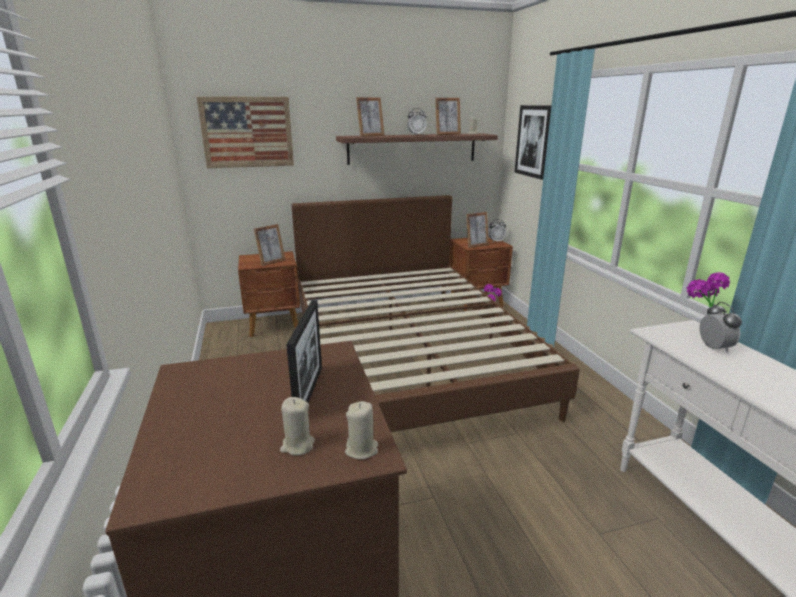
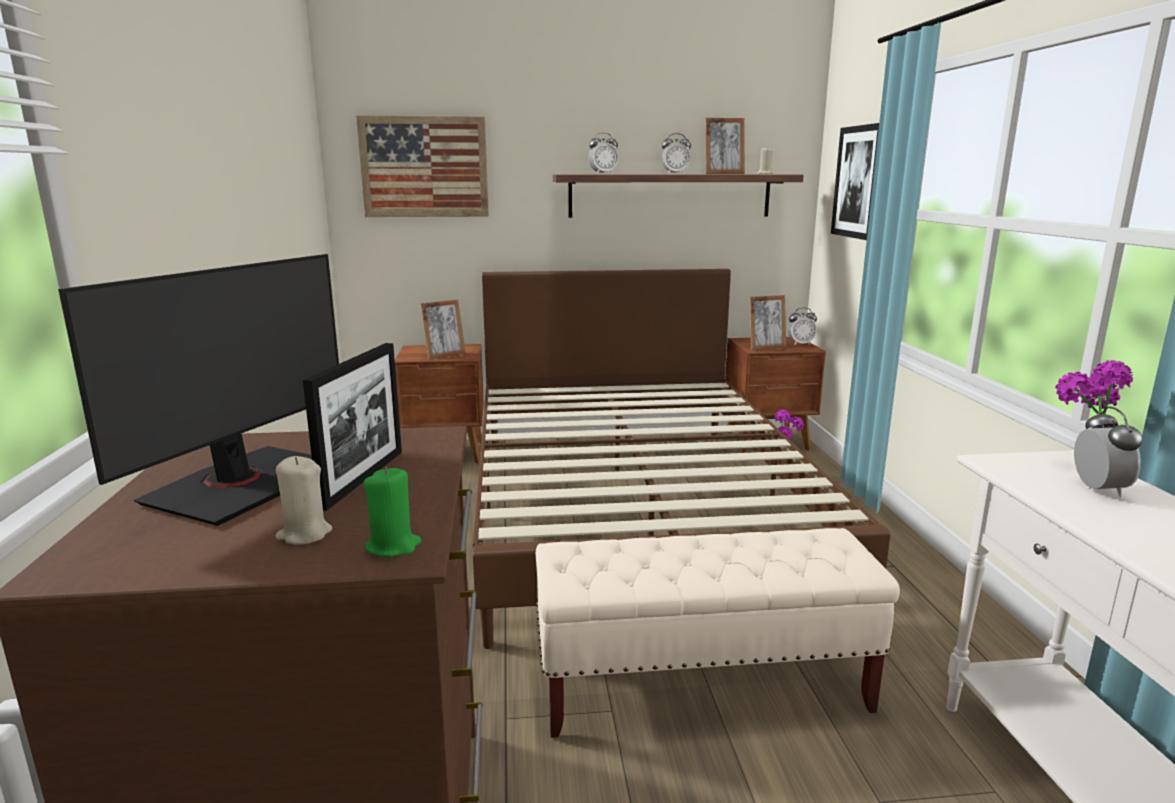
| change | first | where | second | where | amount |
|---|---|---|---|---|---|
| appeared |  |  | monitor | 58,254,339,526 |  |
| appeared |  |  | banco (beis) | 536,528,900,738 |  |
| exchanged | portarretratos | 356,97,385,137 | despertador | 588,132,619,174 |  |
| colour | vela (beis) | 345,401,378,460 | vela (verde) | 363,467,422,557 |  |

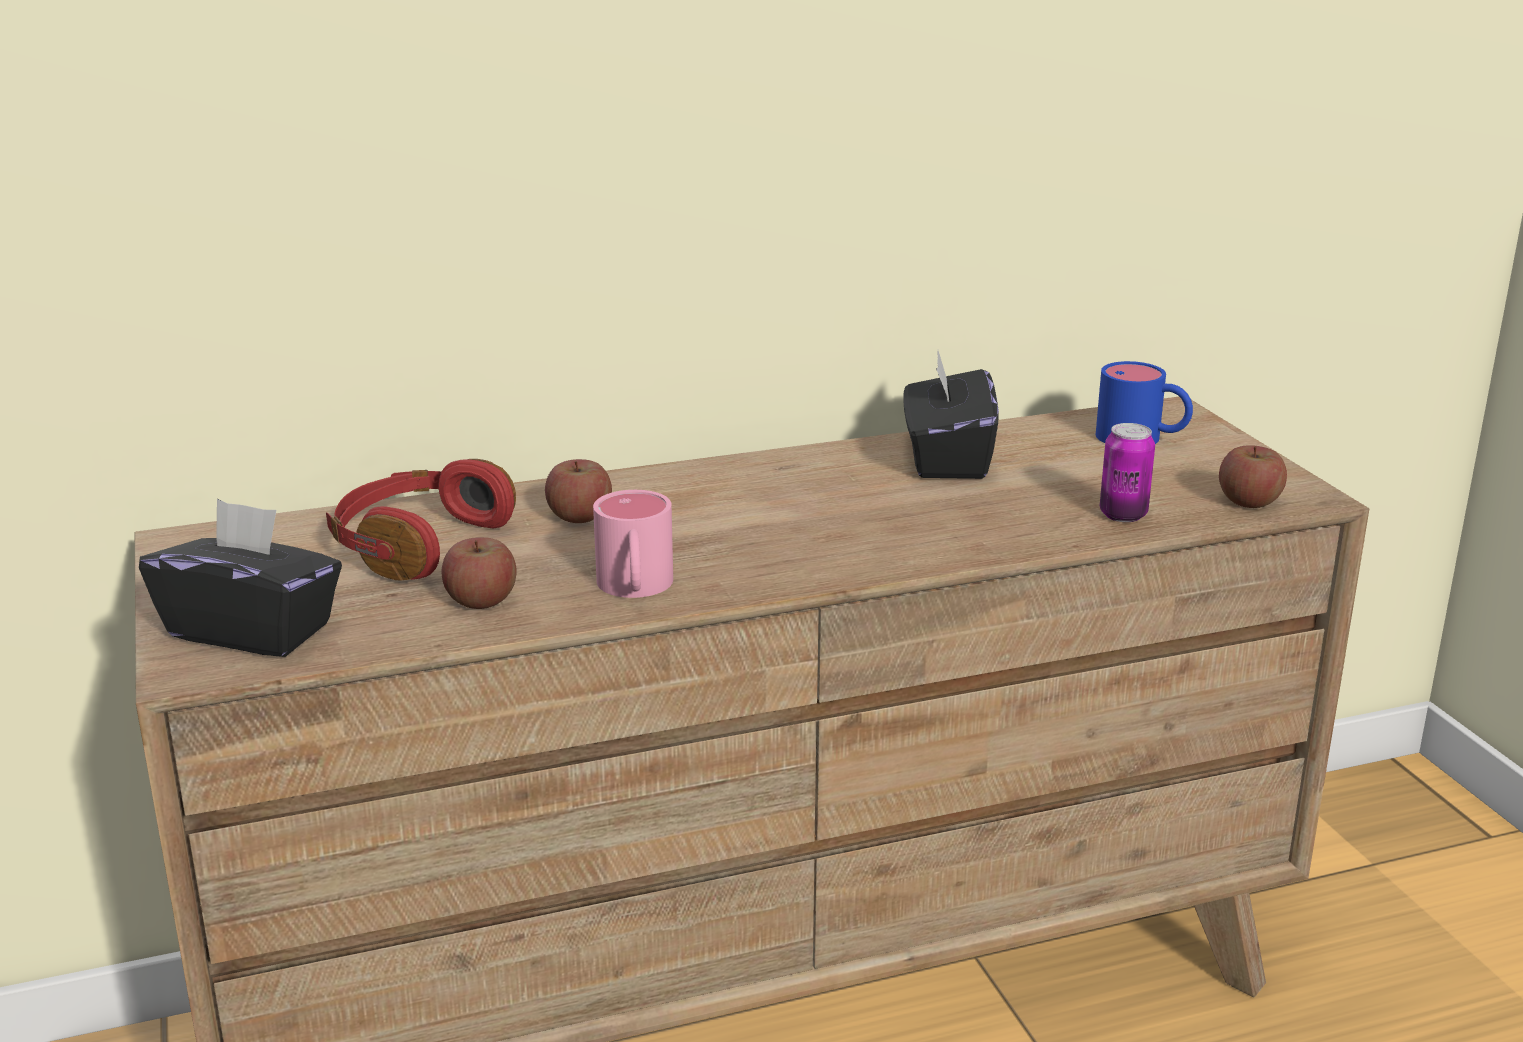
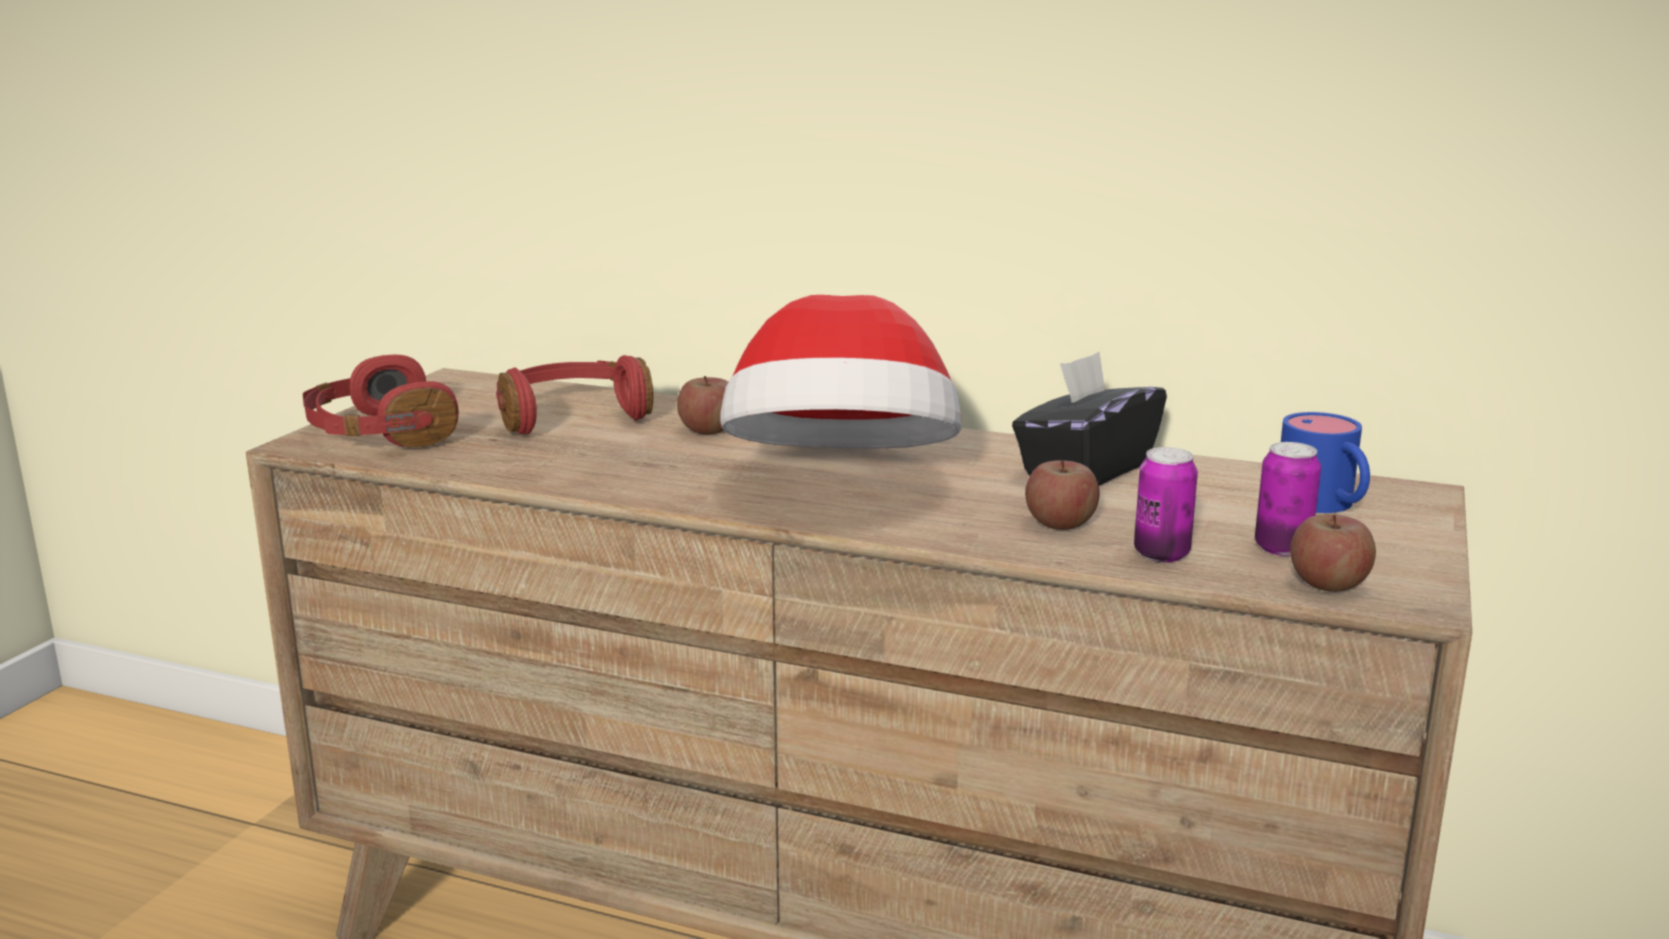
| change | first | where | second | where | amount |
|---|---|---|---|---|---|
| missing | taza grande (rosa) | 593,490,673,598 |  |  |  |
| appeared |  |  | sombrero | 721,295,962,449 |  |
| appeared |  |  | lata | 1255,442,1321,556 |  |
| relocated | manzana | 441,537,517,609 |  | 1025,460,1100,530 |  |
| exchanged | caja de pañuelos (negro) | 139,499,342,657 | auriculares (rojo) | 303,355,459,447 |  |

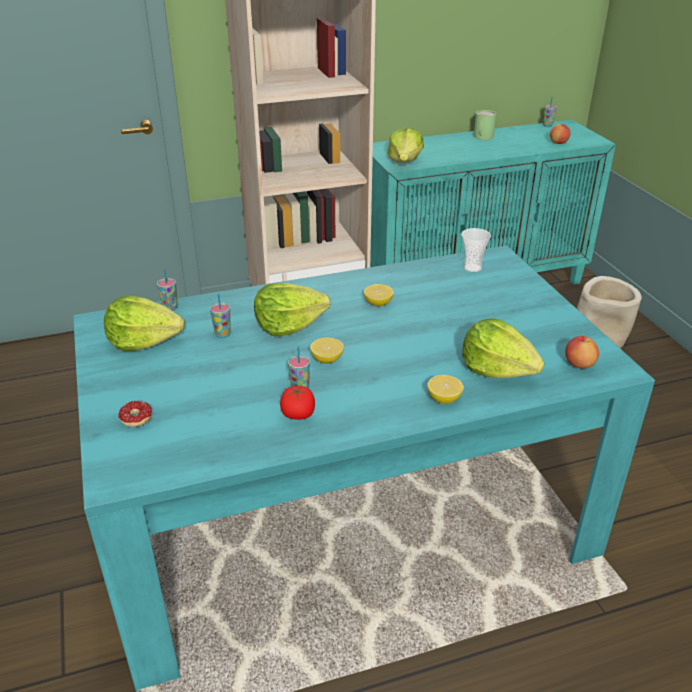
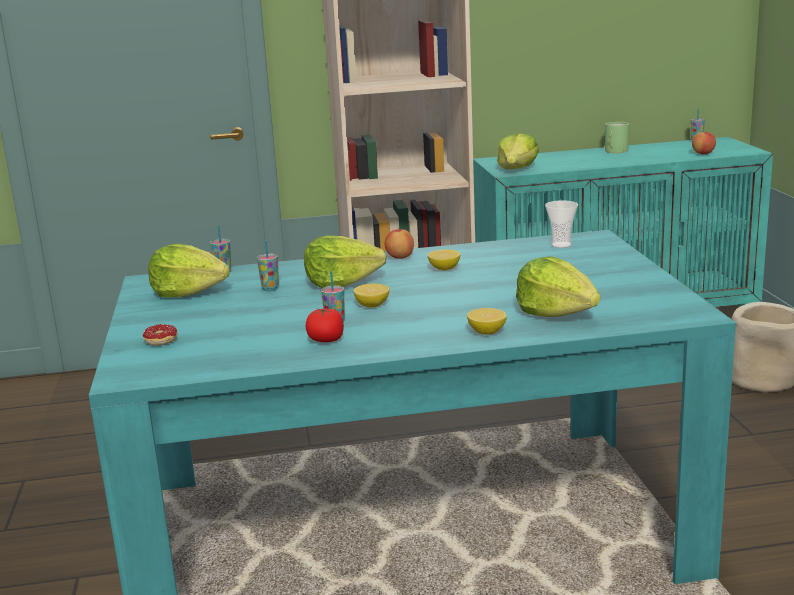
| change | first | where | second | where | amount |
|---|---|---|---|---|---|
| relocated | manzana | 565,336,599,369 |  | 385,229,414,259 |  |

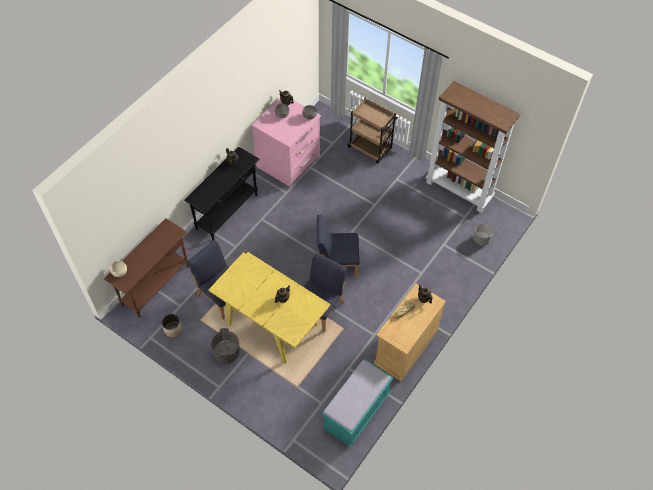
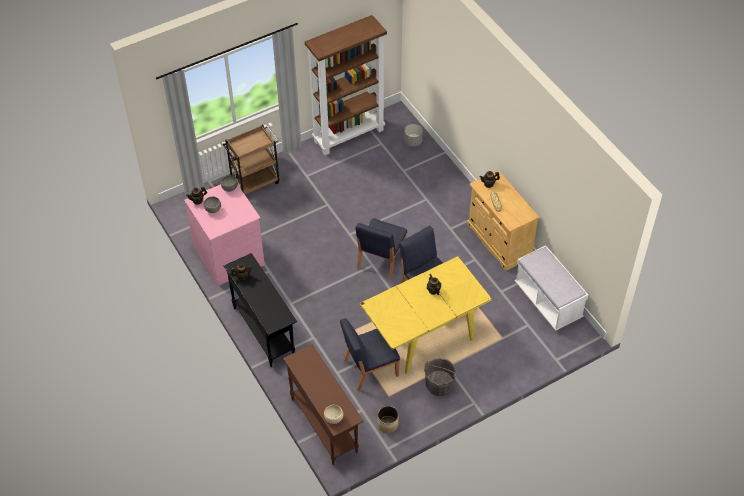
| change | first | where | second | where | amount |
|---|---|---|---|---|---|
| colour | banco (turquesa) | 322,359,393,447 | banco (blanco) | 515,245,588,331 |  |

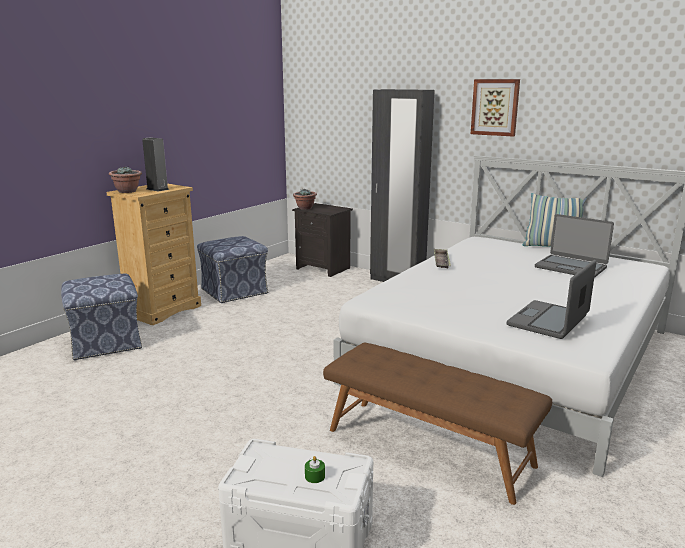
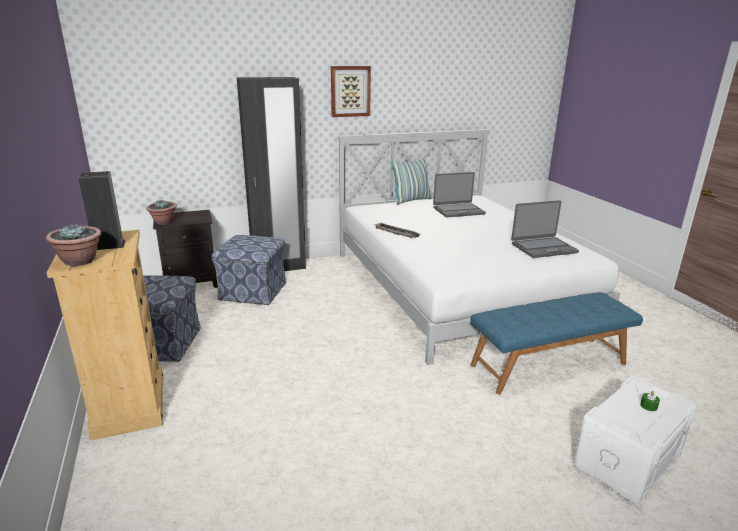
| change | first | where | second | where | amount |
|---|---|---|---|---|---|
| relocated | puf | 61,274,142,361 |  | 212,235,286,305 |  |
| colour | banco (marrón) | 323,342,552,505 | banco (azul) | 470,292,643,394 |  |
| spun | portátil | 507,260,596,339 |  | 511,200,579,258 | 90 degrees counterclockwise |

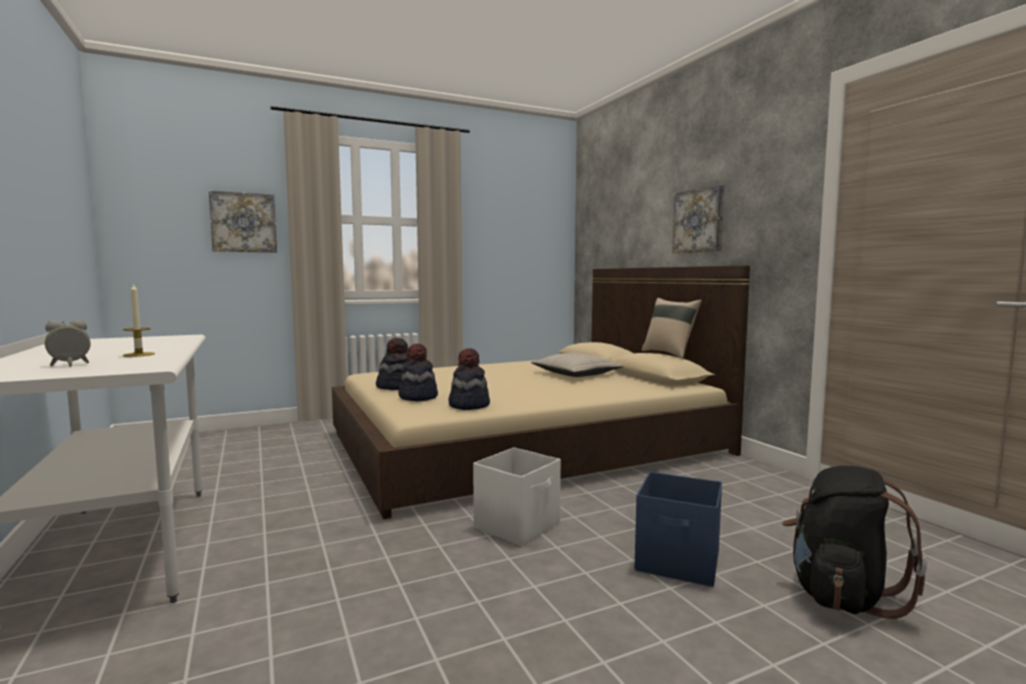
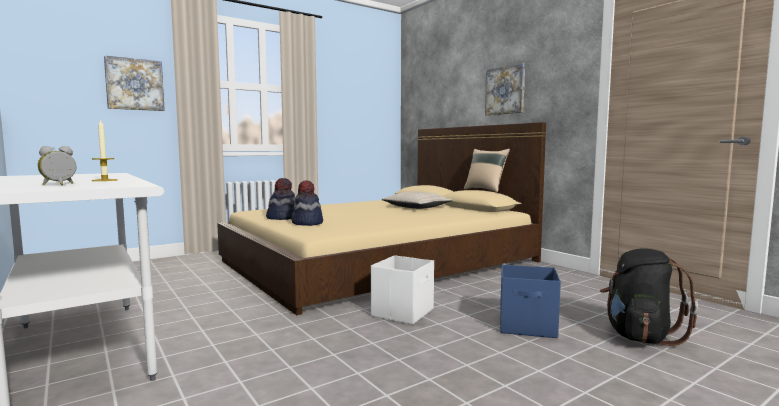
| change | first | where | second | where | amount |
|---|---|---|---|---|---|
| missing | sombrero | 448,348,490,410 |  |  |  |

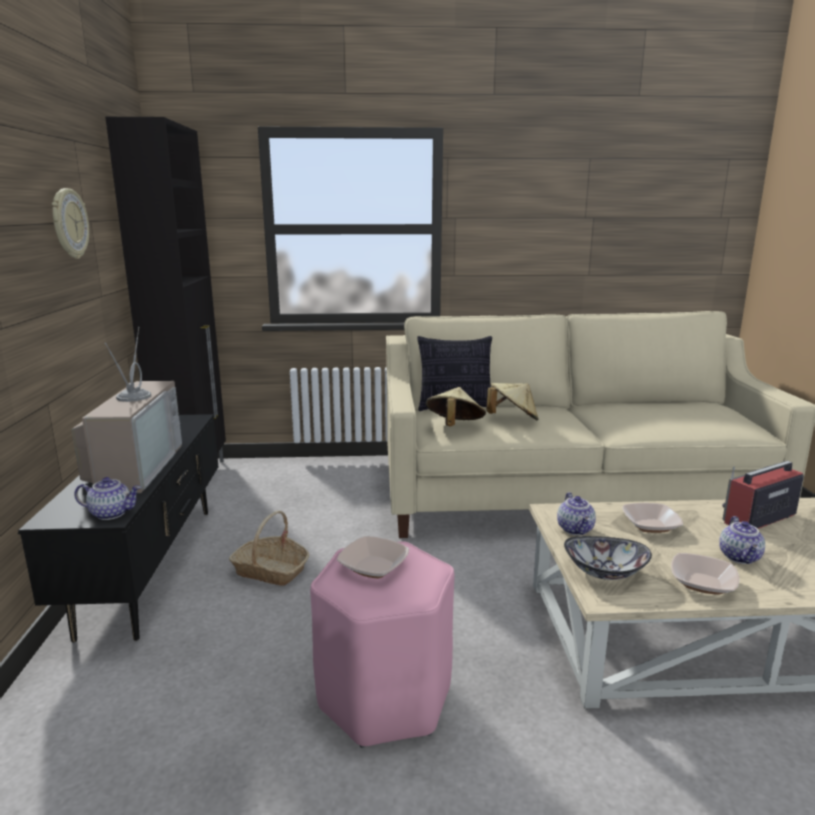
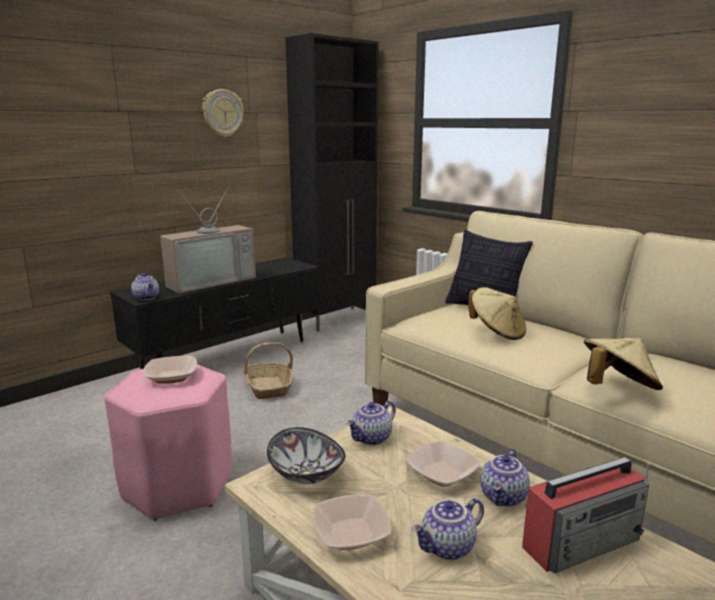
| change | first | where | second | where | amount |
|---|---|---|---|---|---|
| appeared |  |  | tetera | 480,448,530,507 |  |
| relocated | sombrero (beis) | 426,387,486,426 |  | 584,338,663,390 |  |
| spun | radio | 722,461,804,529 |  | 522,457,650,573 | 135 degrees clockwise |

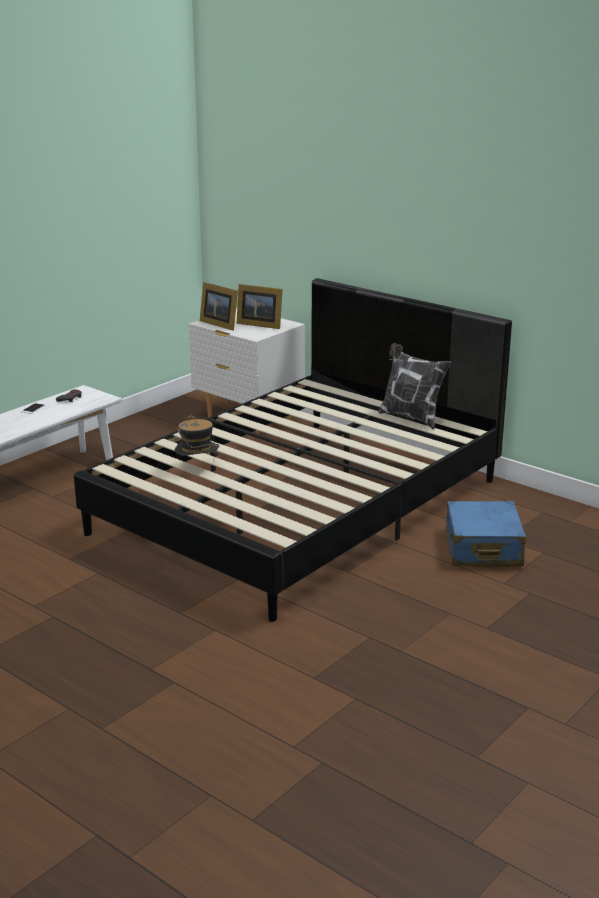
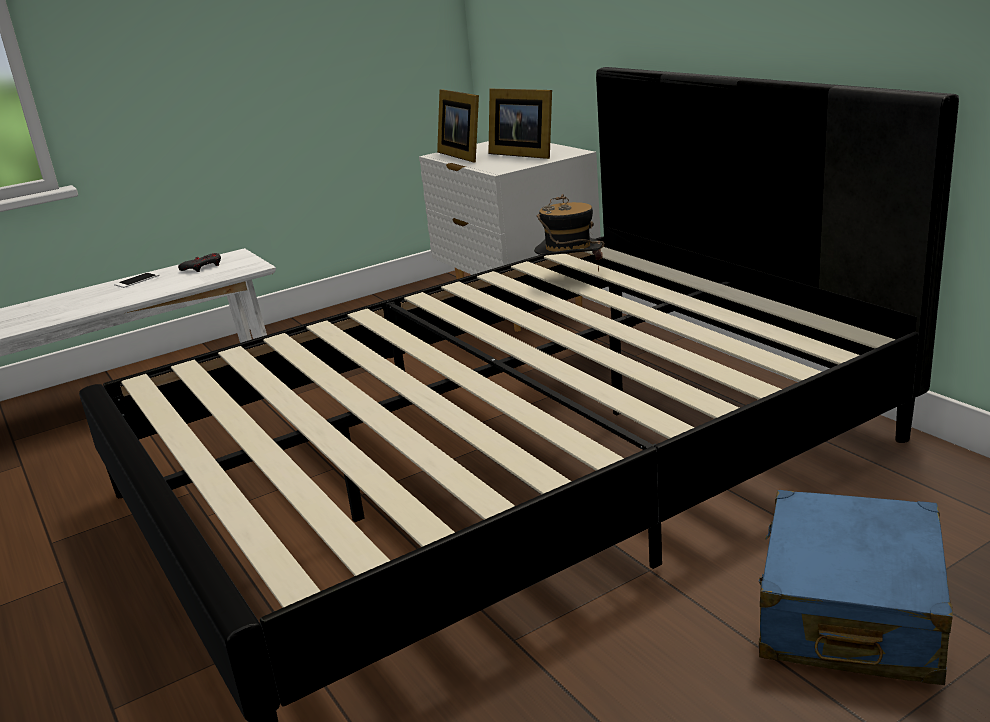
| change | first | where | second | where | amount |
|---|---|---|---|---|---|
| missing | cojín | 378,343,451,429 |  |  |  |
| relocated | sombrero | 175,414,220,456 |  | 534,194,605,272 |  |

